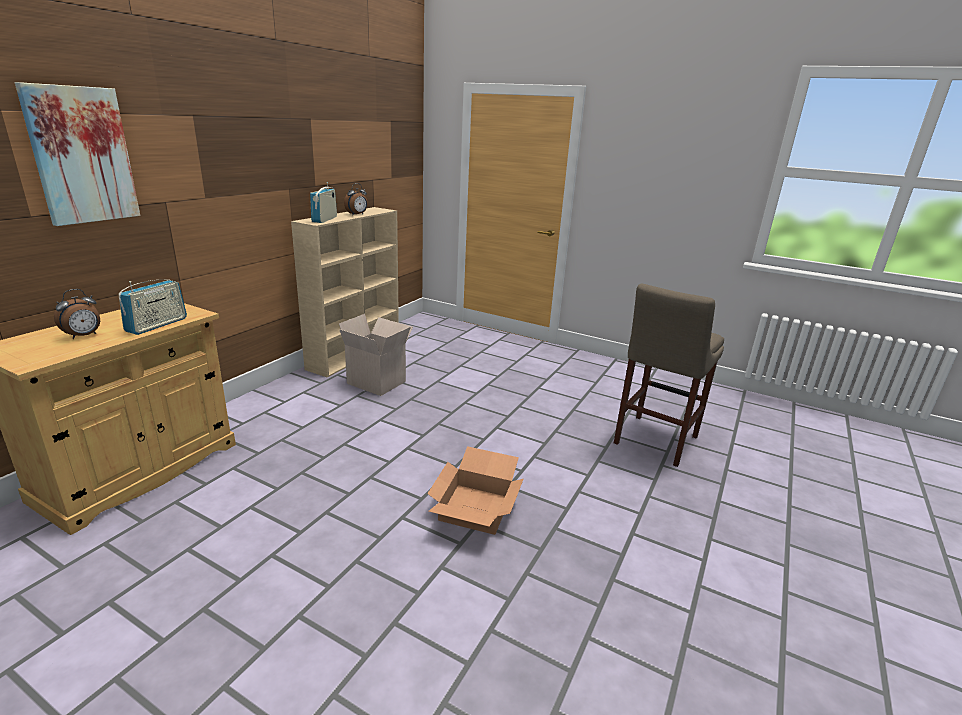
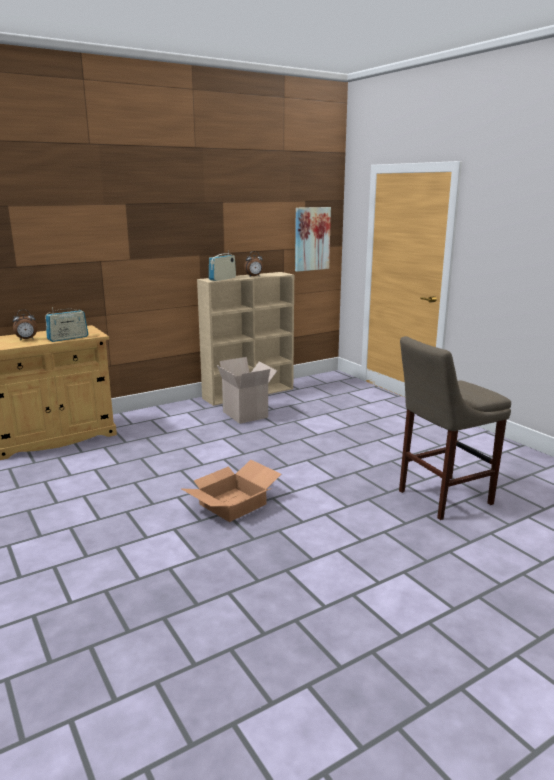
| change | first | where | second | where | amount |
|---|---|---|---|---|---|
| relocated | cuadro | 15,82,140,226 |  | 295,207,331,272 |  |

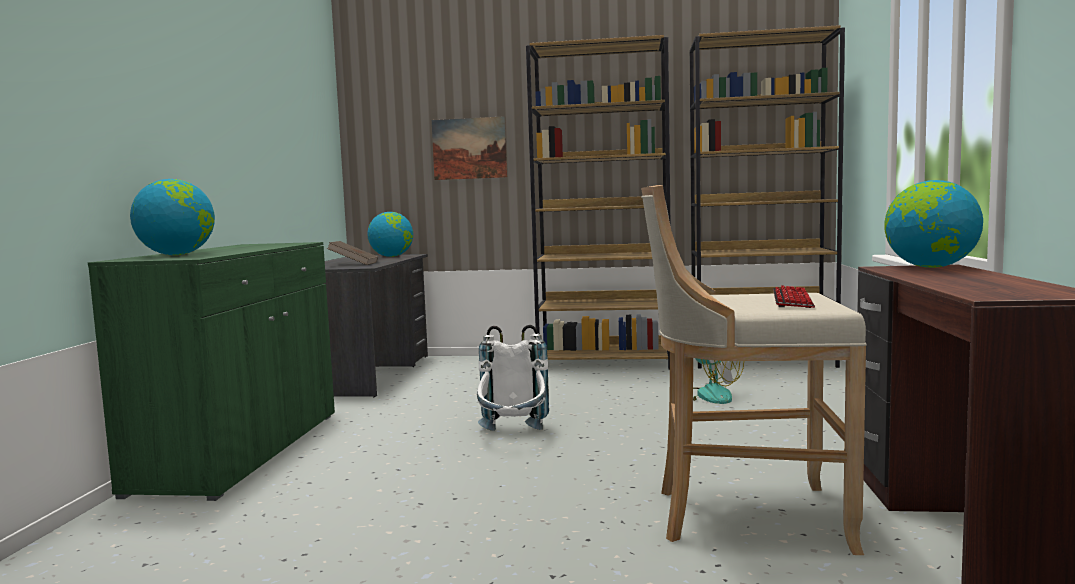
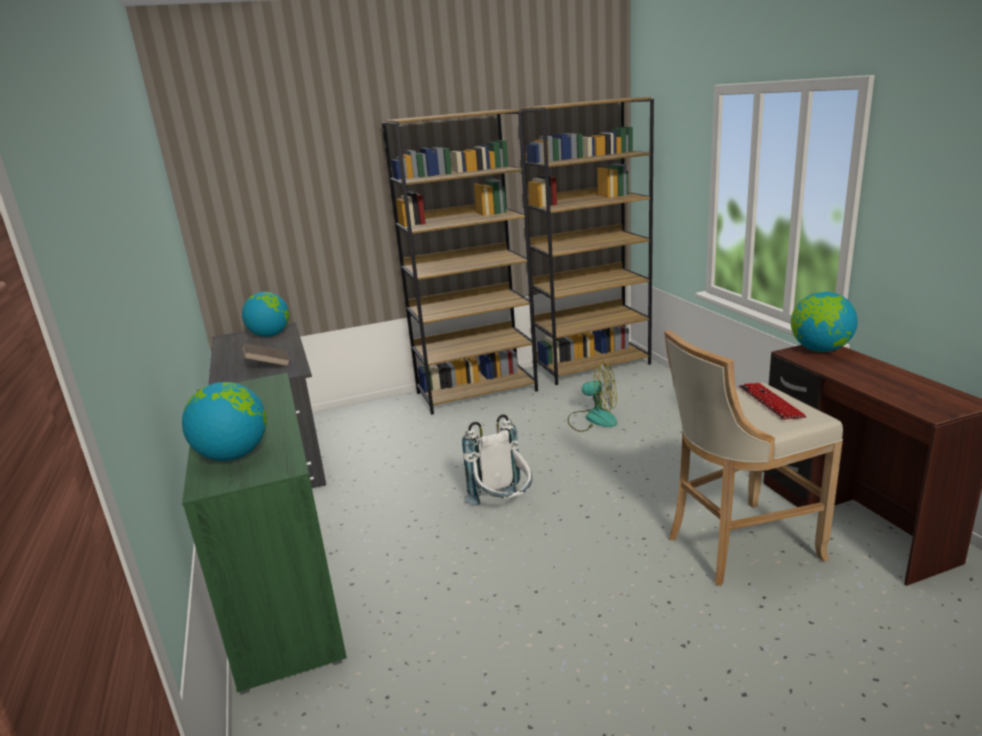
| change | first | where | second | where | amount |
|---|---|---|---|---|---|
| missing | cuadro | 432,116,507,180 |  |  |  |

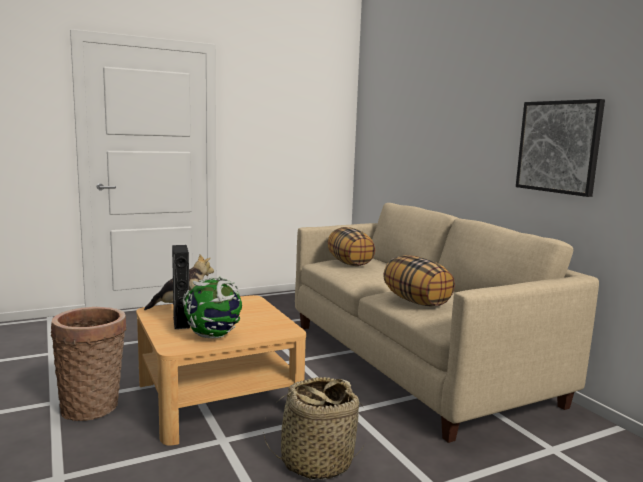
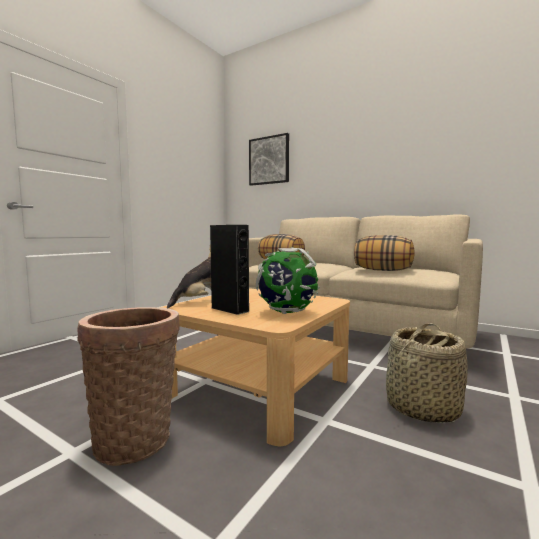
| change | first | where | second | where | amount |
|---|---|---|---|---|---|
| relocated | cuadro | 516,99,605,197 |  | 249,133,289,186 |  |

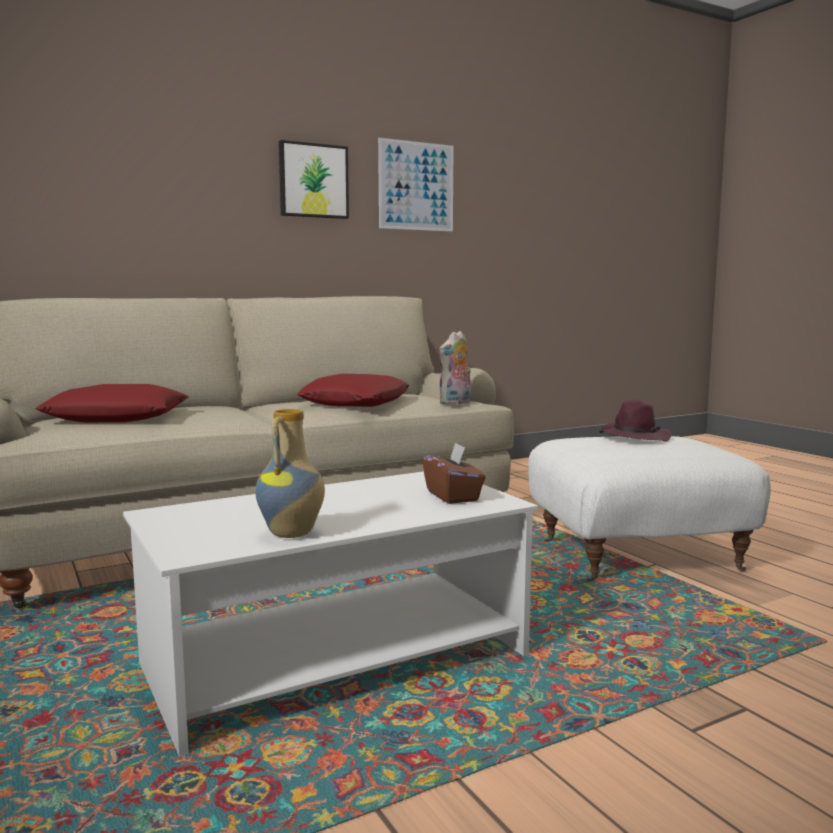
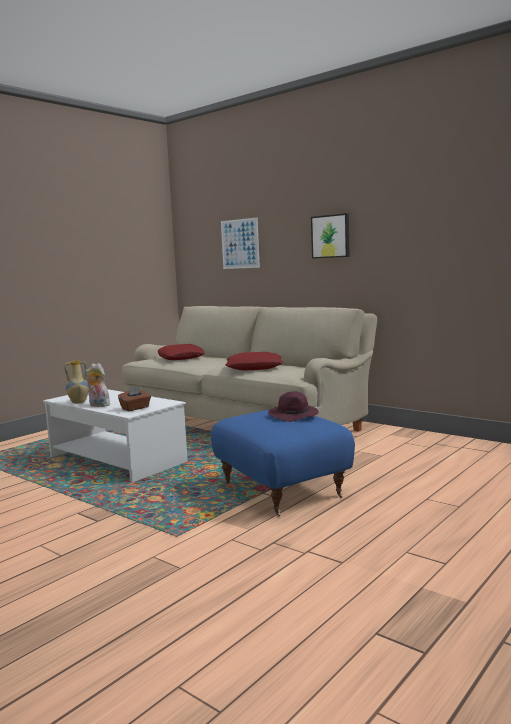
| change | first | where | second | where | amount |
|---|---|---|---|---|---|
| relocated | cuadro | 378,138,454,232 |  | 221,217,260,269 |  |
| relocated | peluche | 439,331,471,405 |  | 85,363,110,407 |  |
| colour | puf (blanco) | 528,436,771,582 | puf (azul) | 211,410,355,517 |  |

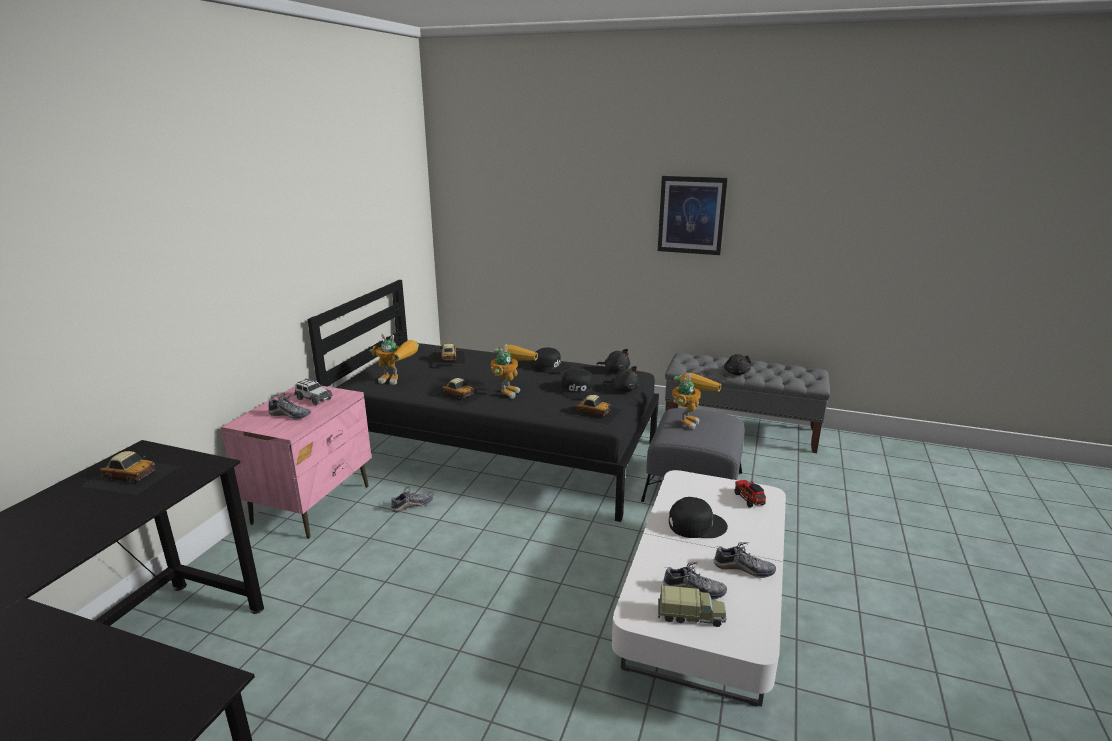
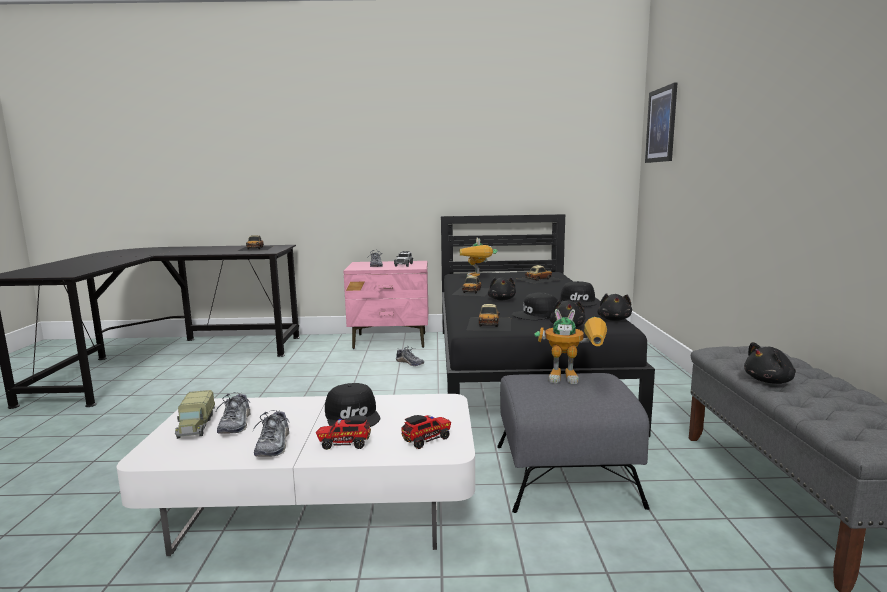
| change | first | where | second | where | amount |
|---|---|---|---|---|---|
| appeared |  |  | camión de juguete | 316,416,371,450 |  |
| relocated | cuadro | 658,176,728,255 |  | 645,83,677,163 |  |
| exchanged | robot de juguete | 491,344,538,399 | peluche (negro) | 488,277,516,300 |  |

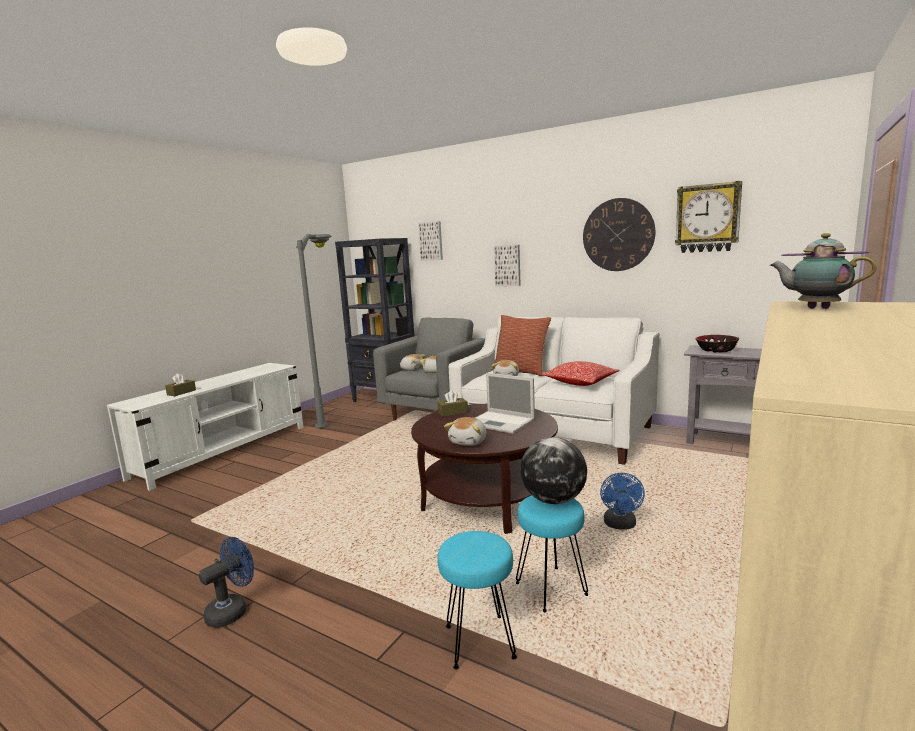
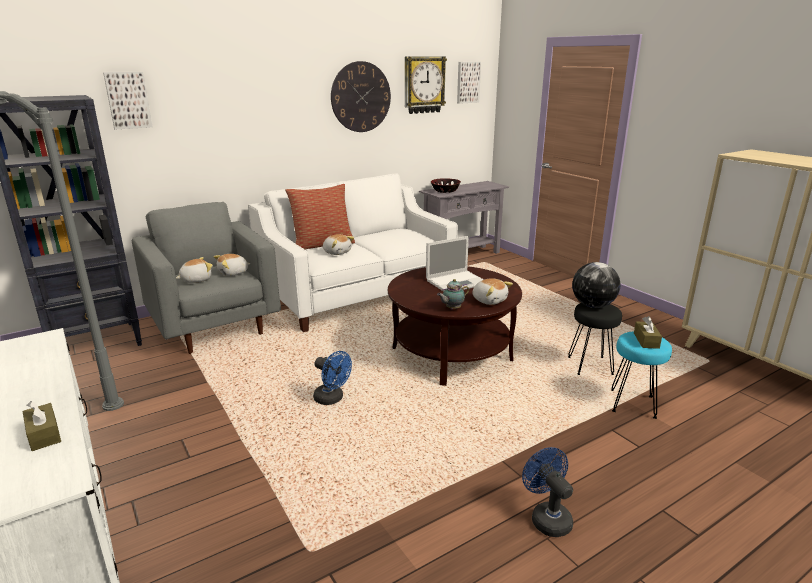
| change | first | where | second | where | amount |
|---|---|---|---|---|---|
| missing | cojín | 542,361,620,386 |  |  |  |
| relocated | caja de pañuelos (marrón) | 437,390,468,417 |  | 634,316,662,349 |  |
| relocated | cuadro | 494,245,521,286 |  | 457,62,481,104 |  |
| relocated | ventilador (azul) | 600,473,645,530 |  | 313,351,352,405 |  |
| relocated | tetera | 770,233,877,309 |  | 437,279,469,309 |  |
| colour | taburete (turquesa) | 516,495,588,612 | taburete (negro) | 568,303,622,375 |  |

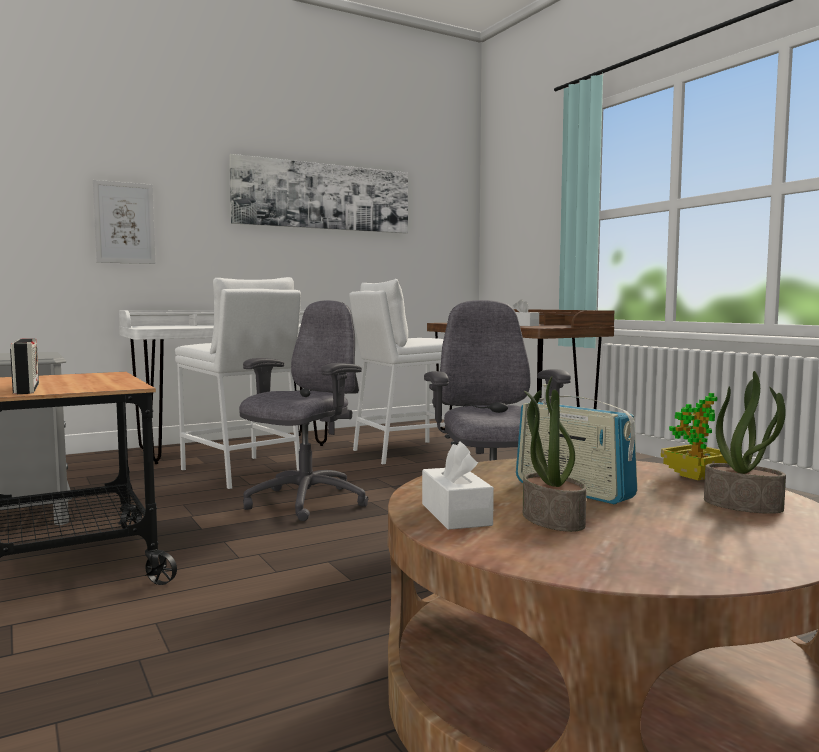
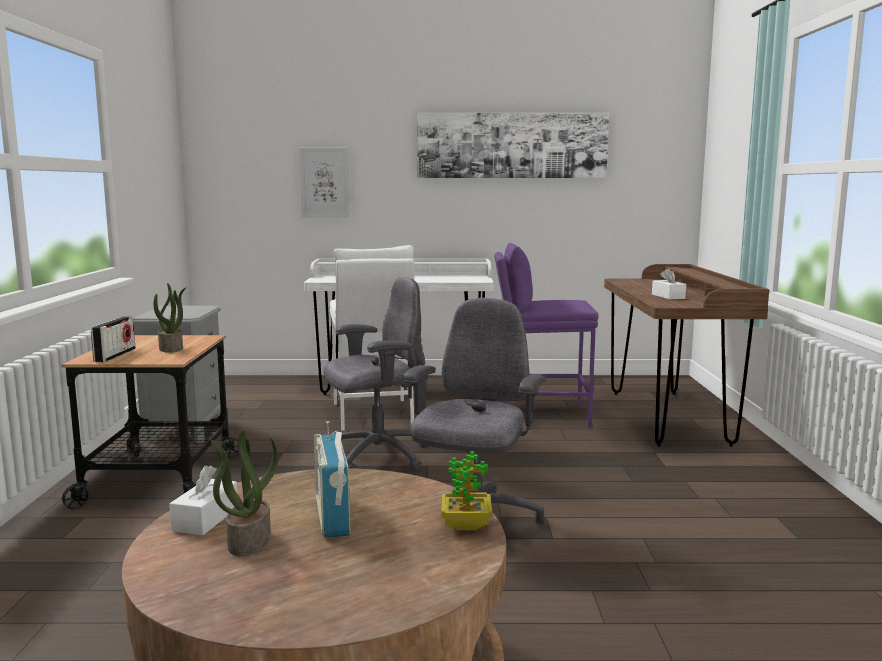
| change | first | where | second | where | amount |
|---|---|---|---|---|---|
| relocated | planta en maceta | 704,371,786,514 |  | 154,283,186,353 |  |
| colour | taburete (blanco) | 349,279,463,464 | taburete (morado) | 494,243,598,428 |  |

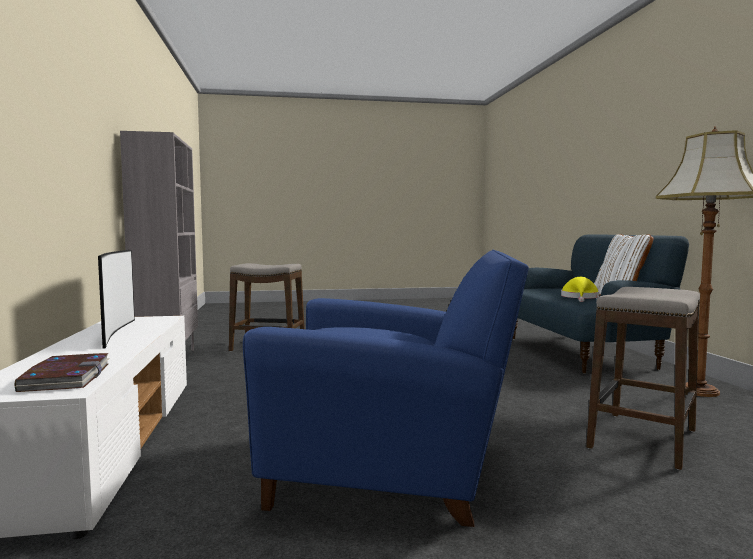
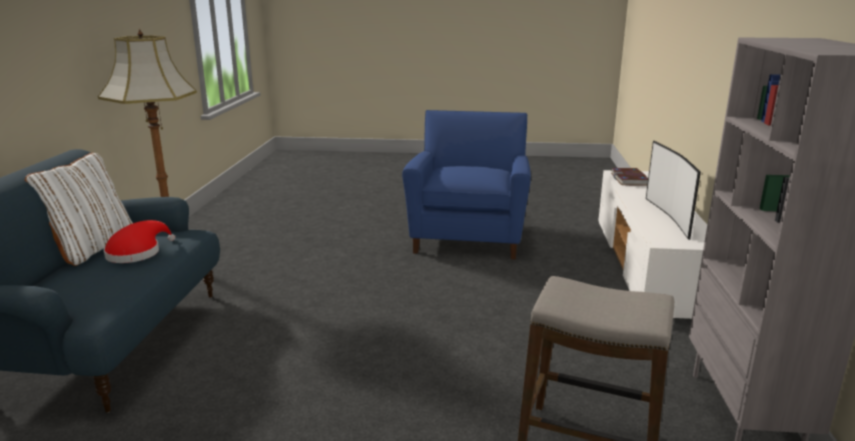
| change | first | where | second | where | amount |
|---|---|---|---|---|---|
| missing | taburete | 586,287,700,470 |  |  |  |
| colour | sombrero (amarillo) | 561,277,599,302 | sombrero (rojo) | 104,220,175,263 |  |
| spun | sillón (azul) | 243,250,529,527 |  | 402,110,531,259 | 75 degrees clockwise |

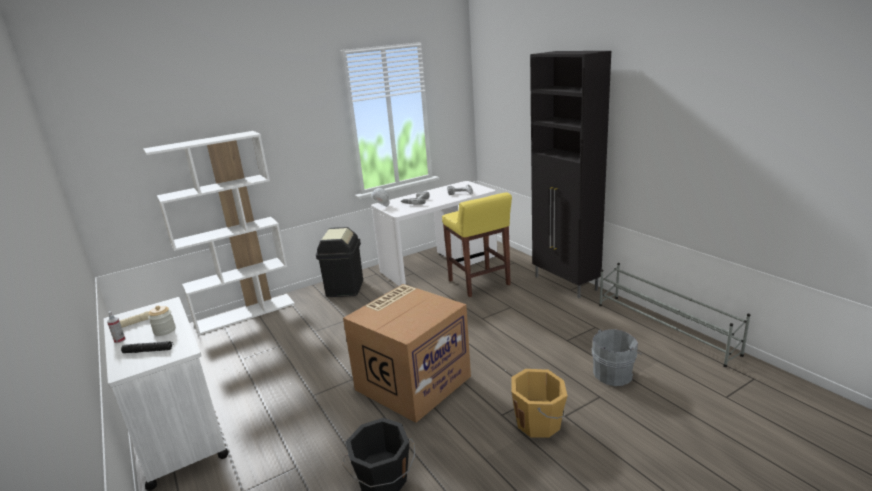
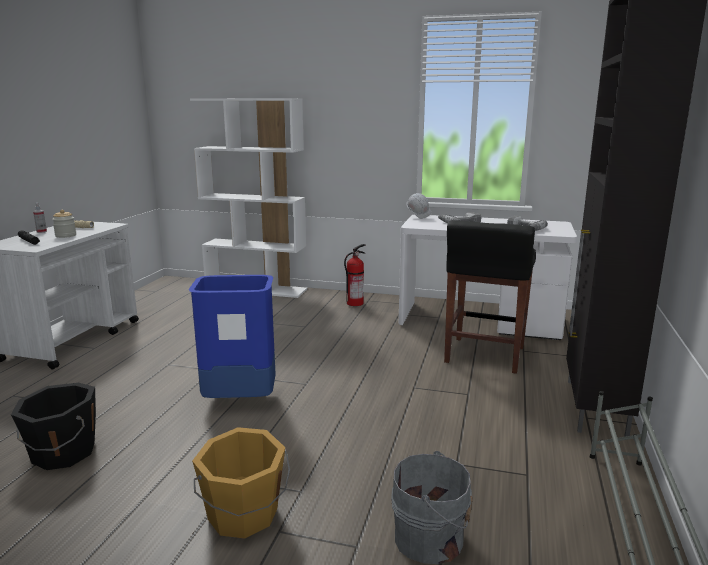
| change | first | where | second | where | amount |
|---|---|---|---|---|---|
| exchanged | papelera (negro) | 316,227,363,297 | extintor | 344,244,366,306 |  |
| exchanged | caja de cartón | 343,284,471,423 | papelera (azul) | 188,275,276,398 |  |
| colour | taburete (amarillo) | 442,192,512,297 | taburete (negro) | 444,220,536,374 |  |

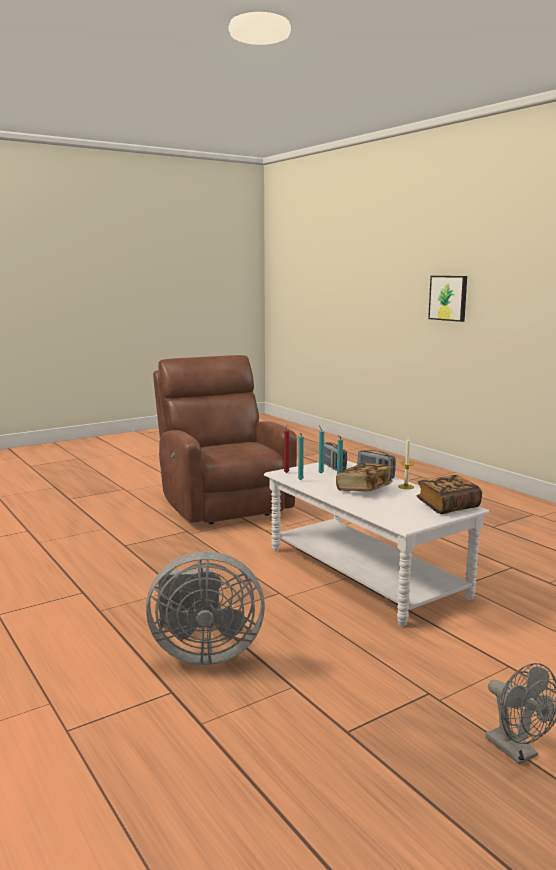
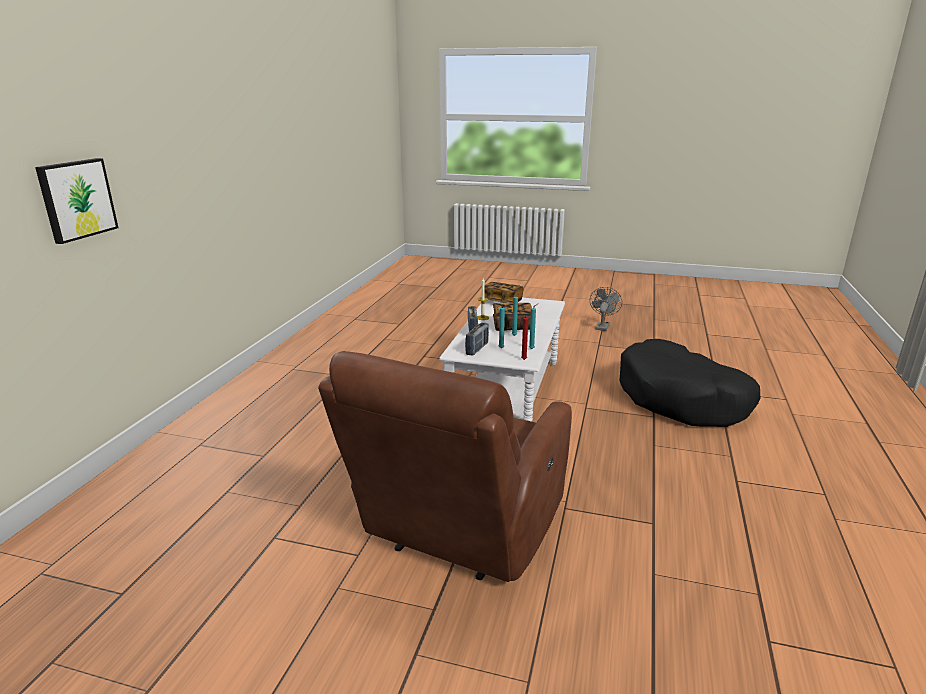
| change | first | where | second | where | amount |
|---|---|---|---|---|---|
| exchanged | ventilador (gris) | 146,551,265,665 | cama para perro (negro) | 619,339,760,427 |  |

